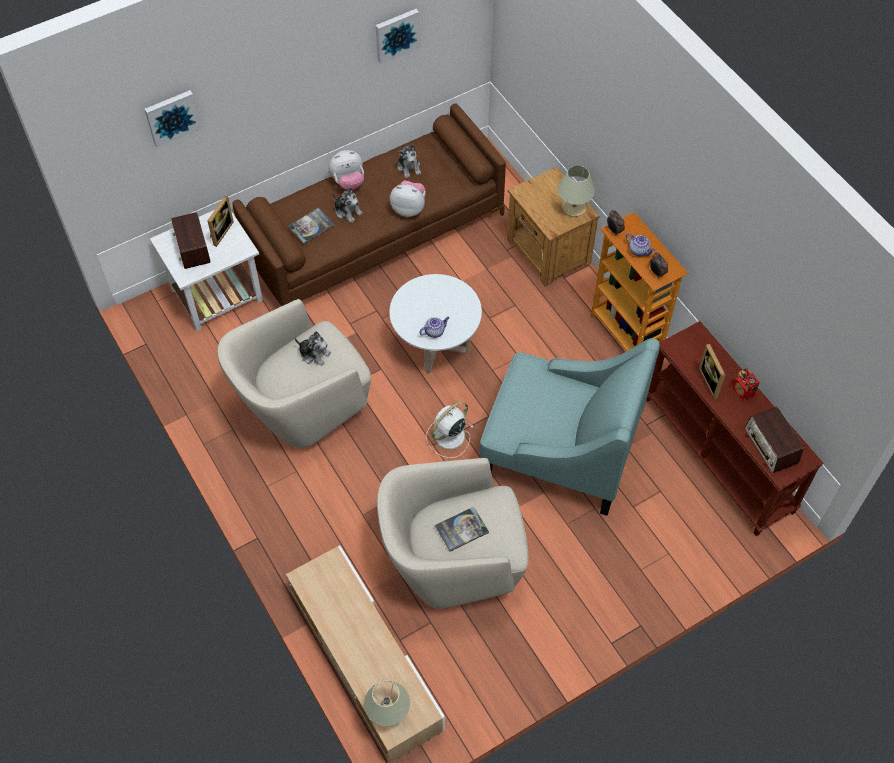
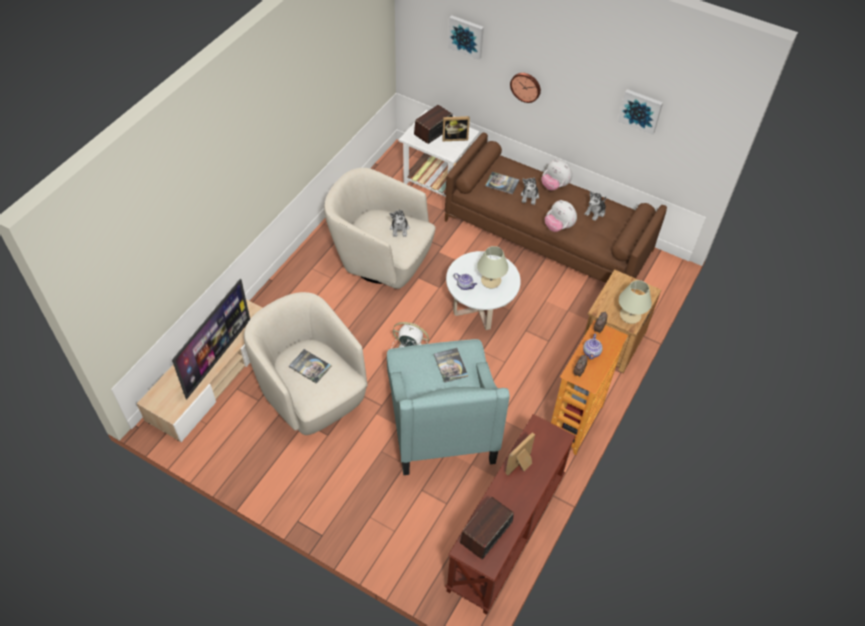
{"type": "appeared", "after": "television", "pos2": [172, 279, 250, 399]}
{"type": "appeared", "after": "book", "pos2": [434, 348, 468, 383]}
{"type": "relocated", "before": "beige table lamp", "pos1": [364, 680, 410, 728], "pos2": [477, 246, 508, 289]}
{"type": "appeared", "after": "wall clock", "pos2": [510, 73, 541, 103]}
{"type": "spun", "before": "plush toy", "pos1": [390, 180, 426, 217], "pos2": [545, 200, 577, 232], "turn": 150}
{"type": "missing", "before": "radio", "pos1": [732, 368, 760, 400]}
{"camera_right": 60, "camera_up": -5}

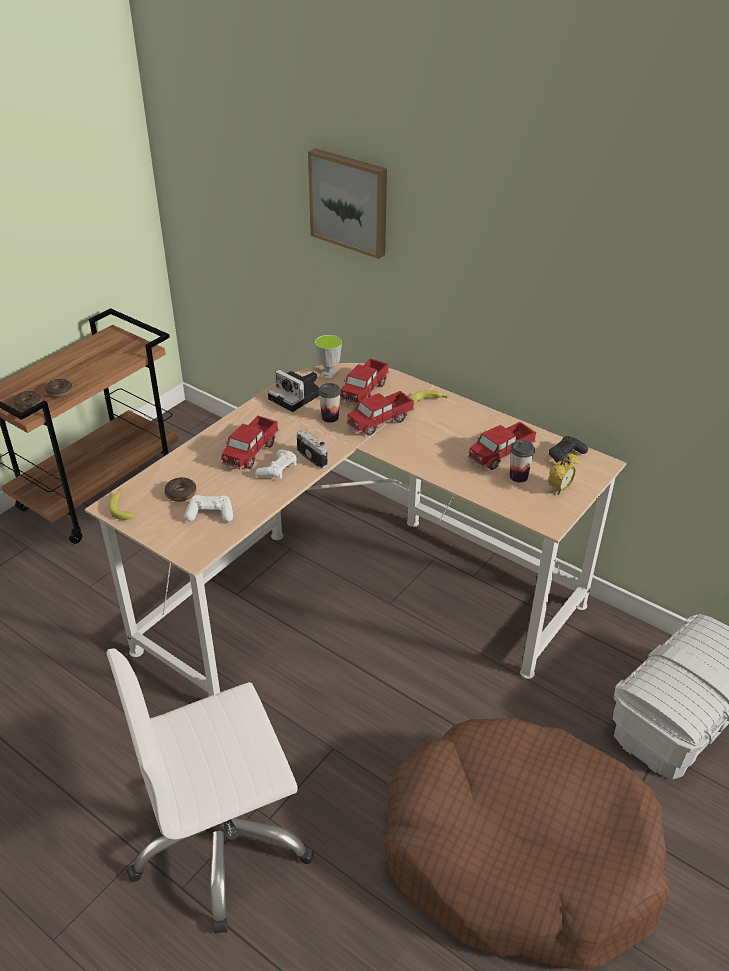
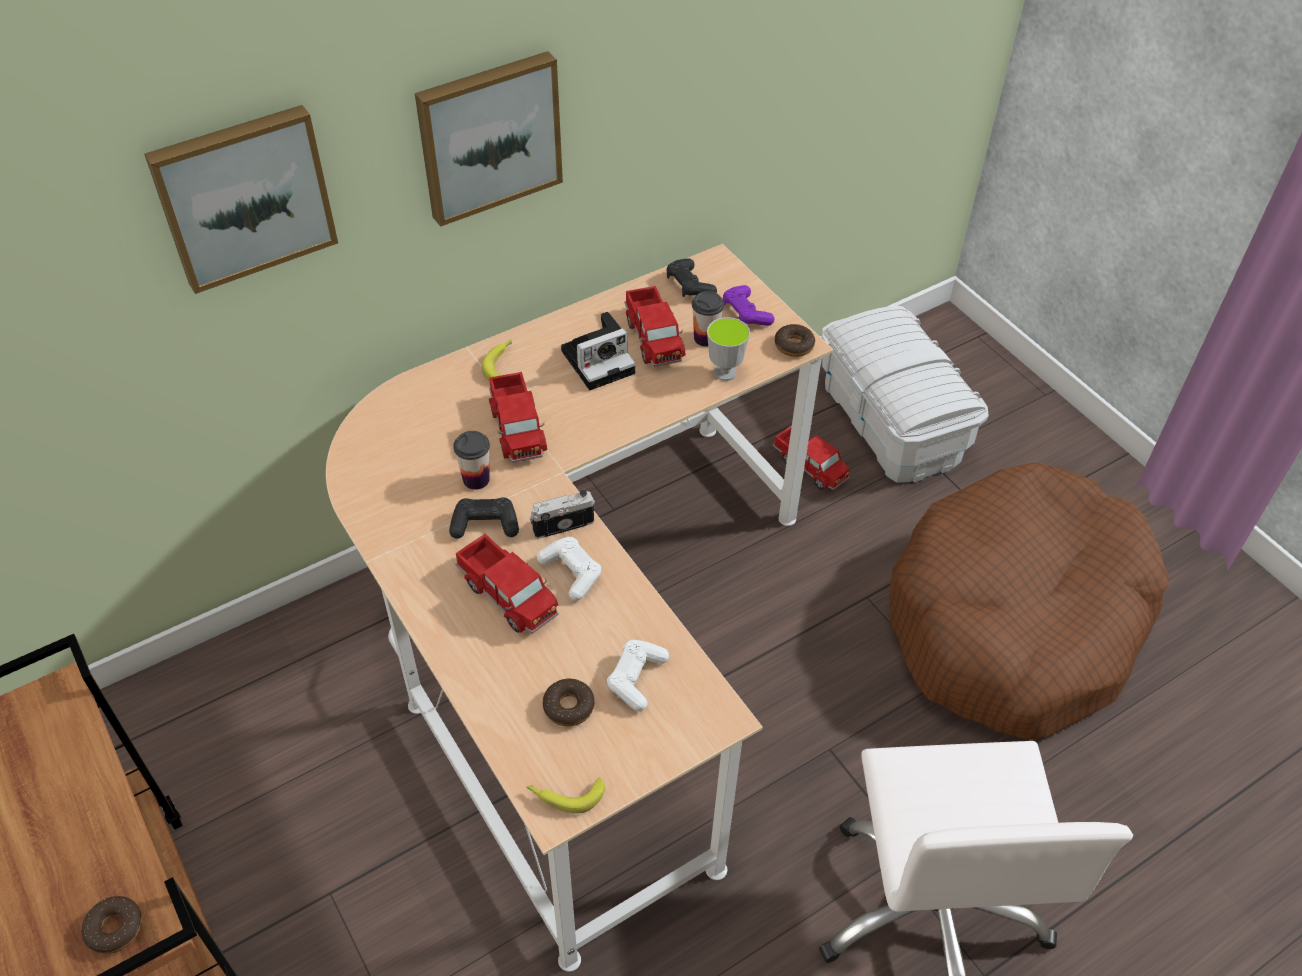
{"type": "appeared", "after": "picture", "pos2": [415, 51, 563, 227]}
{"type": "appeared", "after": "black game controller", "pos2": [449, 497, 519, 539]}
{"type": "relocated", "before": "photo camera", "pos1": [268, 370, 319, 412], "pos2": [561, 312, 636, 390]}
{"type": "relocated", "before": "cup", "pos1": [315, 335, 342, 376], "pos2": [707, 317, 750, 381]}
{"type": "exchanged", "before": "alarm clock", "after": "purple game controller", "pos1": [548, 453, 579, 495], "pos2": [723, 285, 774, 326]}
{"type": "relocated", "before": "toy truck", "pos1": [340, 359, 389, 405], "pos2": [773, 425, 850, 490]}
{"type": "relocated", "before": "donut", "pos1": [45, 379, 73, 398], "pos2": [774, 324, 815, 357]}
{"camera_right": -70, "camera_up": 10}

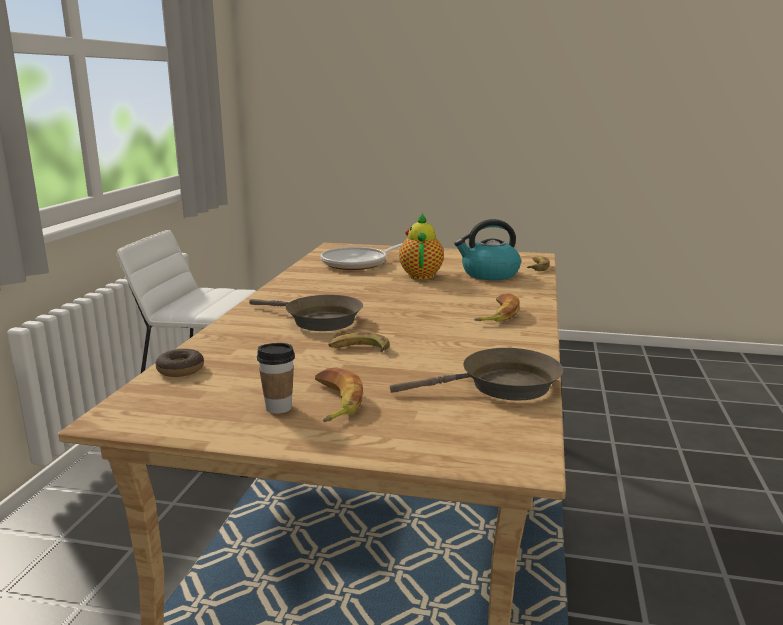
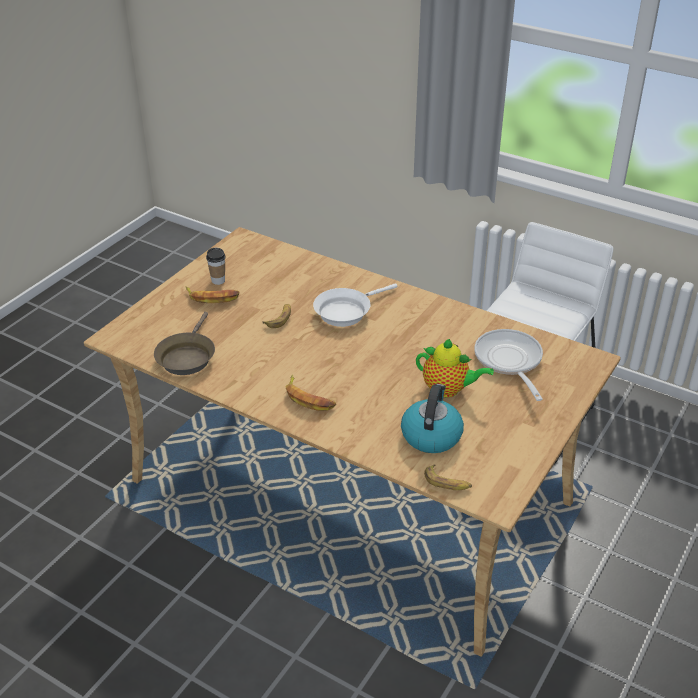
{"type": "colour", "before": "brown frying pan", "after": "white frying pan", "pos1": [249, 295, 363, 331], "pos2": [313, 283, 397, 327]}
{"type": "missing", "before": "donut", "pos1": [155, 348, 204, 377]}
{"camera_right": 110, "camera_up": 20}

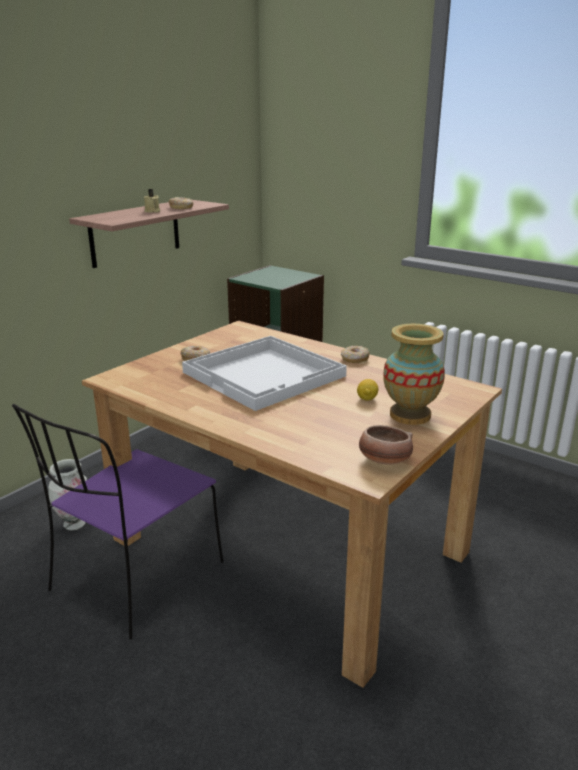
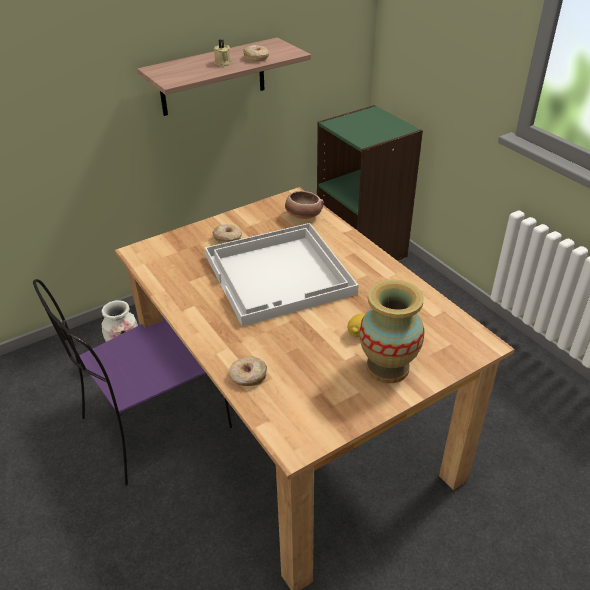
{"type": "relocated", "before": "donut", "pos1": [341, 346, 370, 363], "pos2": [229, 357, 267, 386]}
{"type": "relocated", "before": "bowl", "pos1": [359, 425, 413, 465], "pos2": [285, 191, 323, 219]}
{"camera_right": 20, "camera_up": 15}

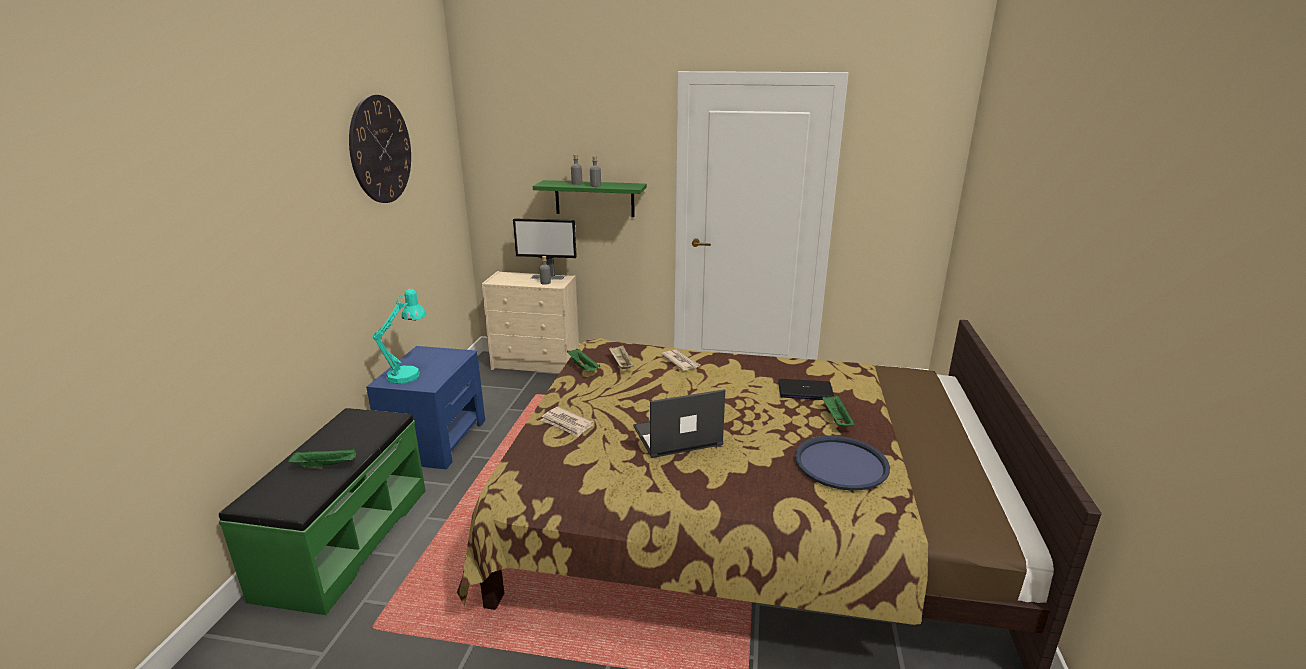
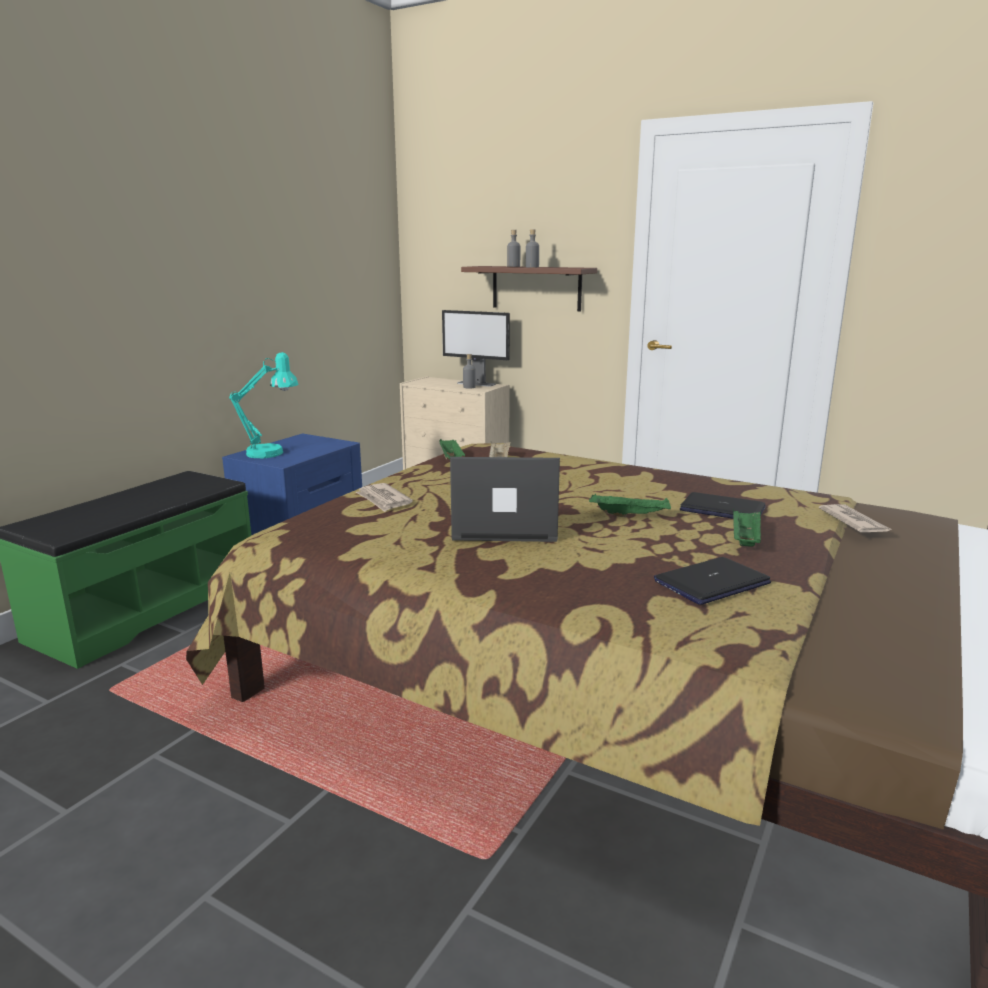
{"type": "colour", "before": "green shelf", "after": "brown shelf", "pos1": [533, 180, 647, 217], "pos2": [461, 266, 597, 311]}
{"type": "relocated", "before": "green tray", "pos1": [288, 447, 356, 469], "pos2": [589, 494, 671, 517]}
{"type": "exchanged", "before": "blue tray", "after": "laptop", "pos1": [795, 436, 890, 490], "pos2": [654, 557, 771, 605]}
{"type": "relocated", "before": "newspaper", "pos1": [661, 350, 700, 371], "pos2": [819, 504, 892, 532]}
{"type": "missing", "before": "wall clock", "pos1": [349, 95, 411, 203]}
{"camera_right": 20, "camera_up": -5}

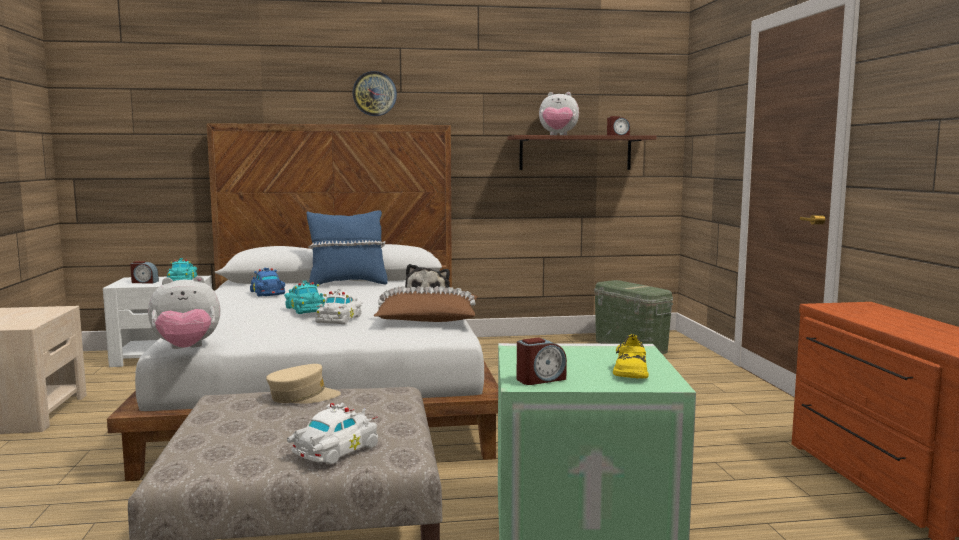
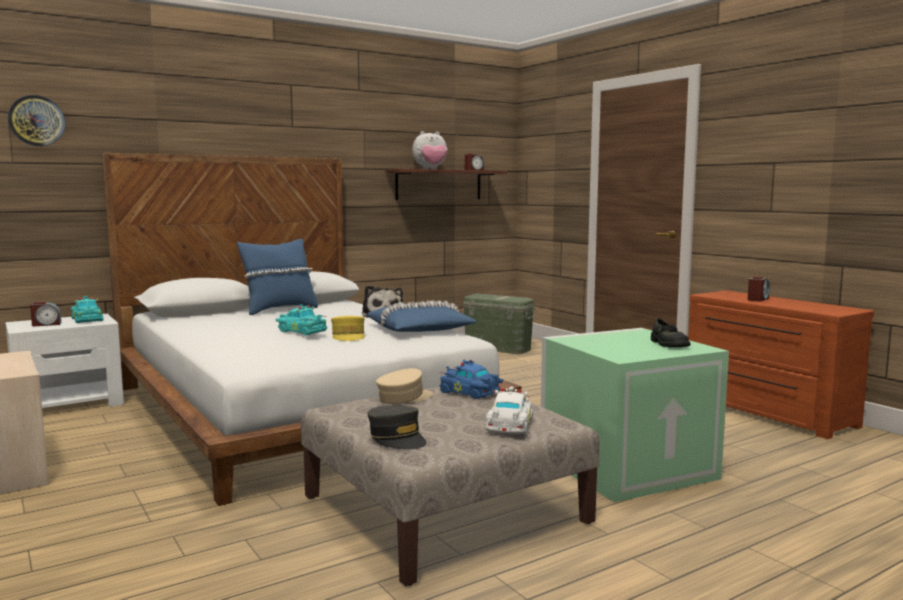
{"type": "relocated", "before": "wall clock", "pos1": [353, 71, 397, 116], "pos2": [8, 95, 65, 146]}
{"type": "exchanged", "before": "white toy car", "after": "yellow cap", "pos1": [315, 289, 362, 325], "pos2": [331, 316, 365, 341]}
{"type": "colour", "before": "brown pillow", "after": "blue pillow", "pos1": [374, 286, 478, 322], "pos2": [367, 300, 477, 332]}
{"type": "appeared", "after": "grey cap", "pos2": [368, 405, 426, 450]}
{"type": "relocated", "before": "blue toy car", "pos1": [250, 268, 285, 297], "pos2": [439, 360, 503, 399]}
{"type": "colour", "before": "yellow shoe", "after": "black shoe", "pos1": [613, 334, 649, 379], "pos2": [651, 318, 691, 347]}
{"type": "relocated", "before": "alarm clock", "pos1": [517, 338, 567, 385], "pos2": [748, 277, 770, 301]}
{"type": "missing", "before": "plush toy", "pos1": [148, 276, 220, 349]}
{"camera_right": -25, "camera_up": 0}

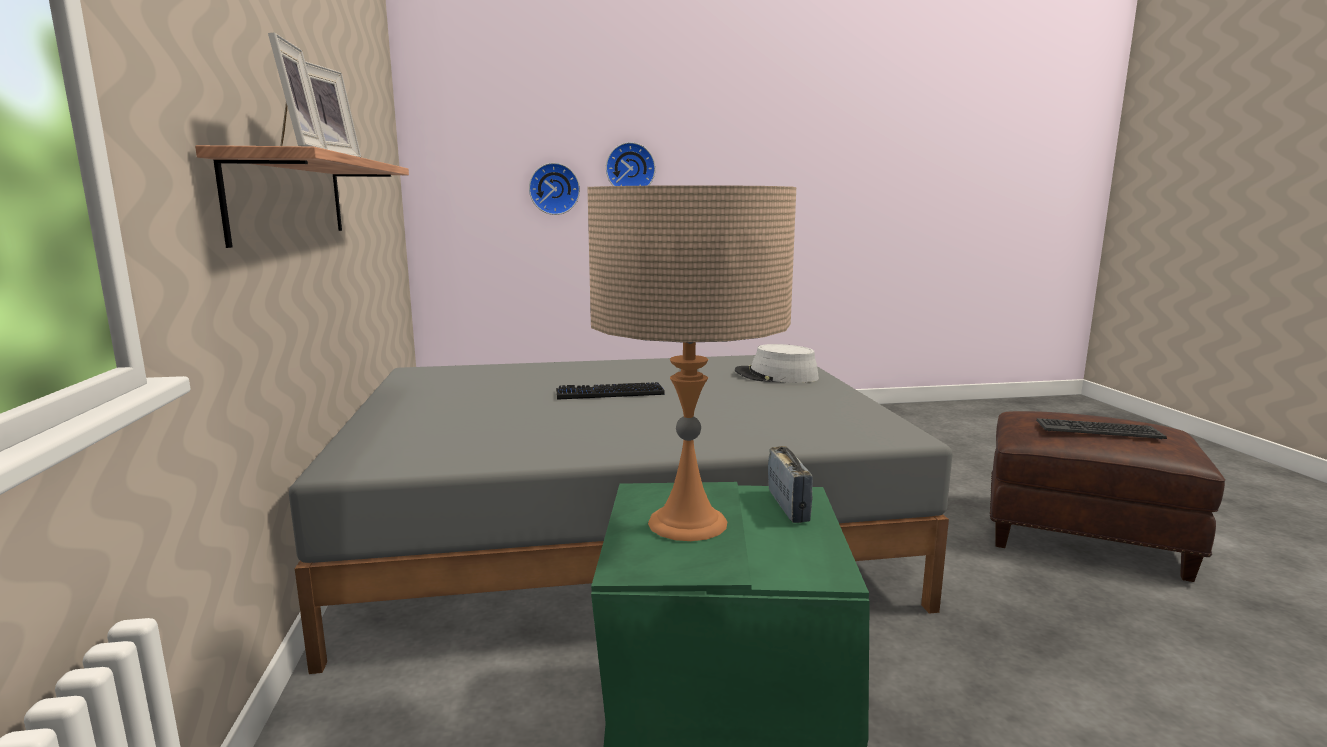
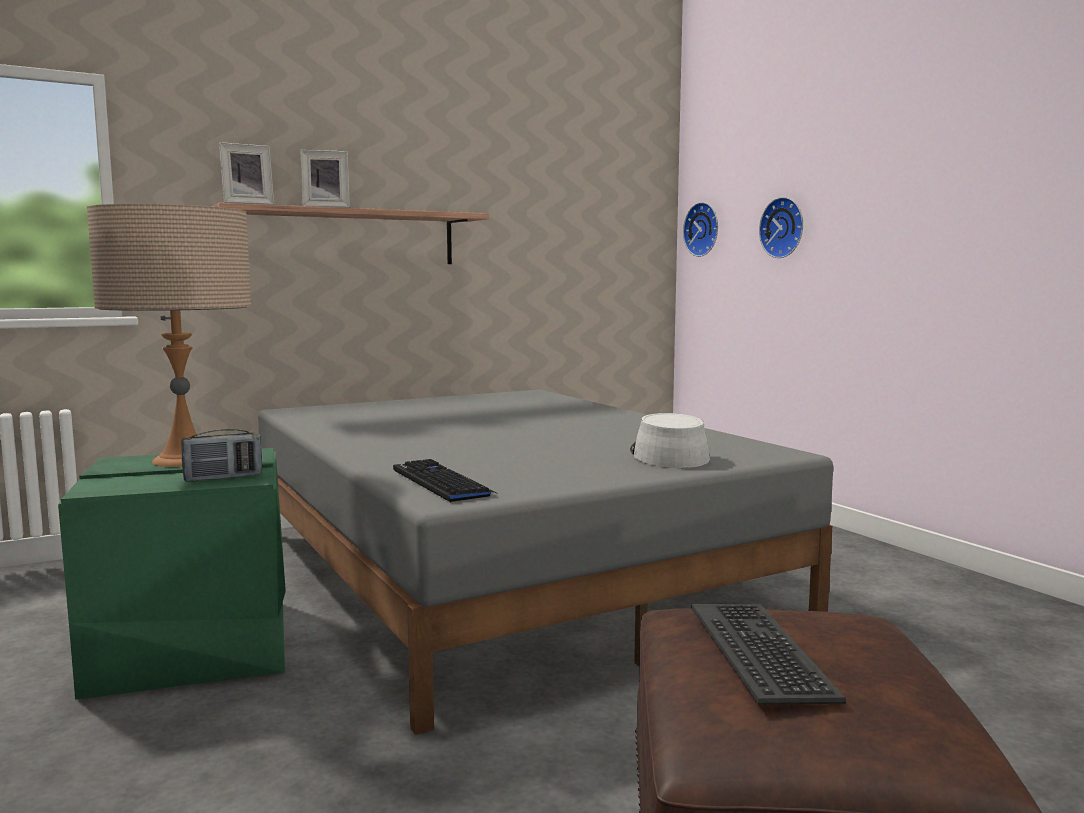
{"type": "relocated", "before": "keyboard", "pos1": [556, 382, 665, 400], "pos2": [393, 459, 496, 502]}
{"type": "relocated", "before": "wall clock", "pos1": [606, 142, 655, 186], "pos2": [683, 202, 718, 257]}
{"camera_right": 70, "camera_up": -5}

